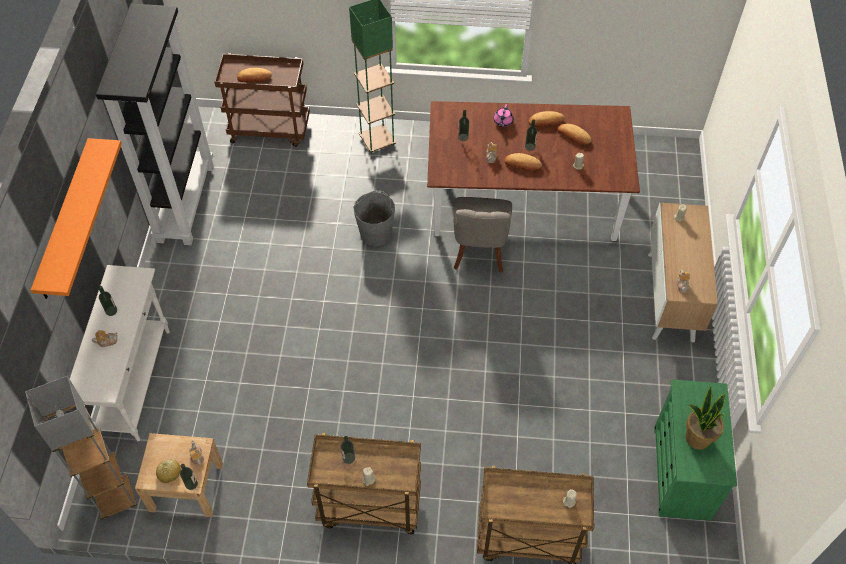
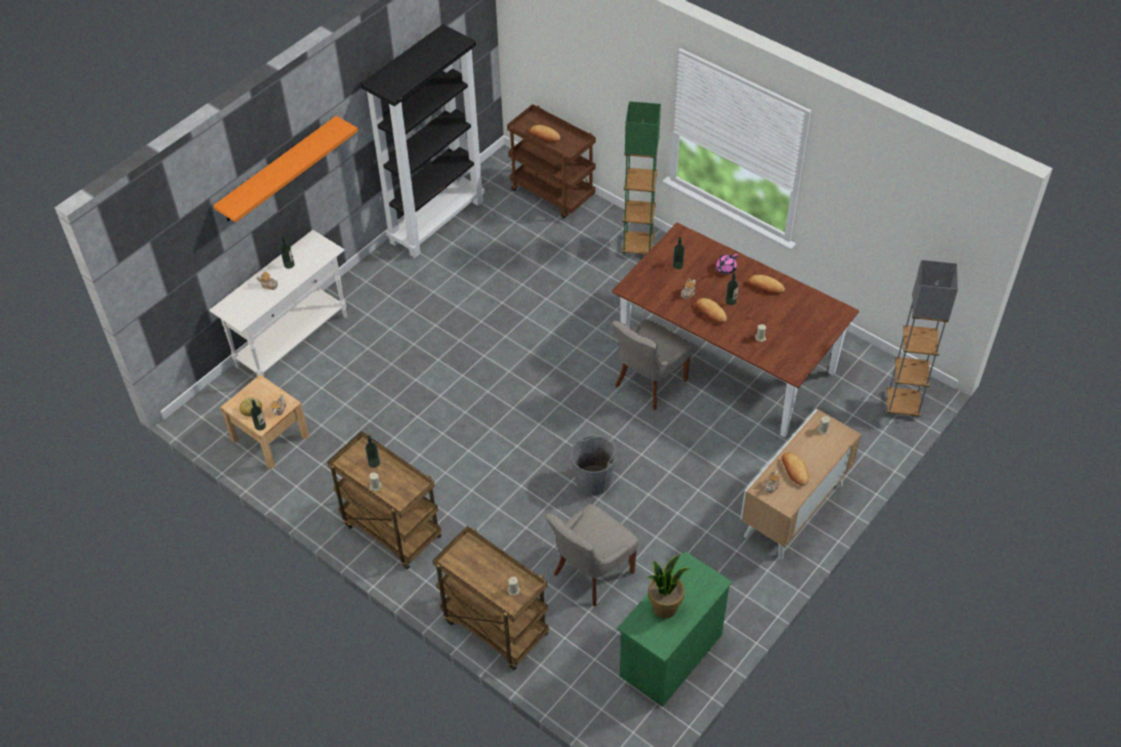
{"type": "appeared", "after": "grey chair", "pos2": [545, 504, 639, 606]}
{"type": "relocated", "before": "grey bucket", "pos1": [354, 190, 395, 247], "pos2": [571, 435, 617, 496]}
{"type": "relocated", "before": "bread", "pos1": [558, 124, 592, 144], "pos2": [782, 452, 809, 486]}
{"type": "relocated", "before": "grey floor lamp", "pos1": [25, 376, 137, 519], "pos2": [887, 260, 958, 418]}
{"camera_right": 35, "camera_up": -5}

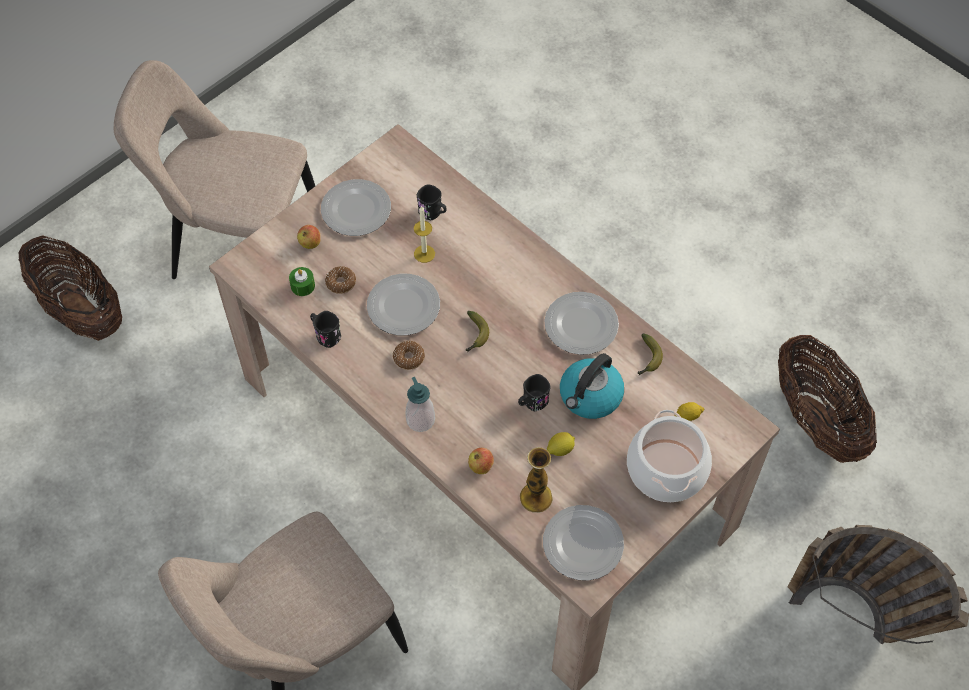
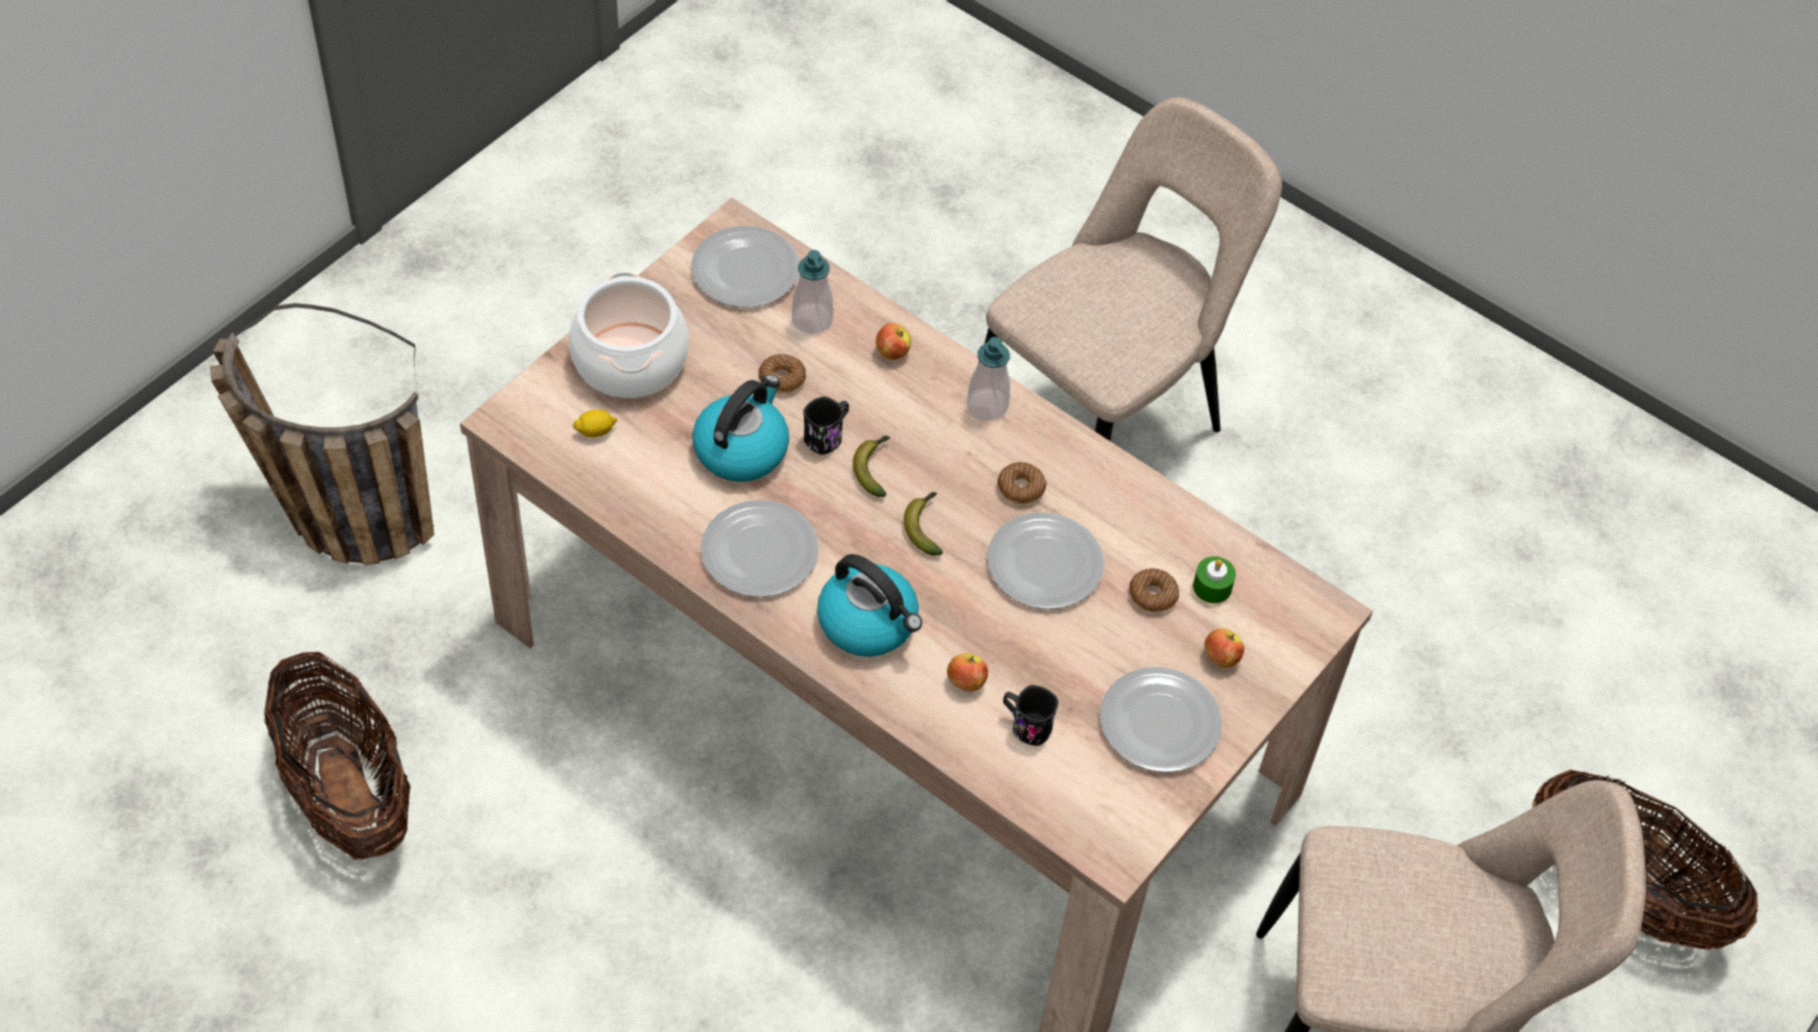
{"type": "exchanged", "before": "lemon", "after": "donut", "pos1": [547, 432, 575, 456], "pos2": [759, 354, 806, 394]}
{"type": "exchanged", "before": "vase", "after": "soap dispenser", "pos1": [520, 447, 553, 513], "pos2": [792, 250, 834, 334]}
{"type": "appeared", "after": "kettle", "pos2": [817, 554, 922, 657]}
{"type": "relocated", "before": "banana", "pos1": [638, 333, 663, 375], "pos2": [853, 435, 890, 497]}
{"type": "appeared", "after": "apple", "pos2": [947, 653, 988, 692]}
{"type": "missing", "before": "black mug", "pos1": [310, 311, 341, 348]}
{"type": "missing", "before": "candle", "pos1": [414, 206, 435, 263]}
{"camera_right": 170, "camera_up": -5}

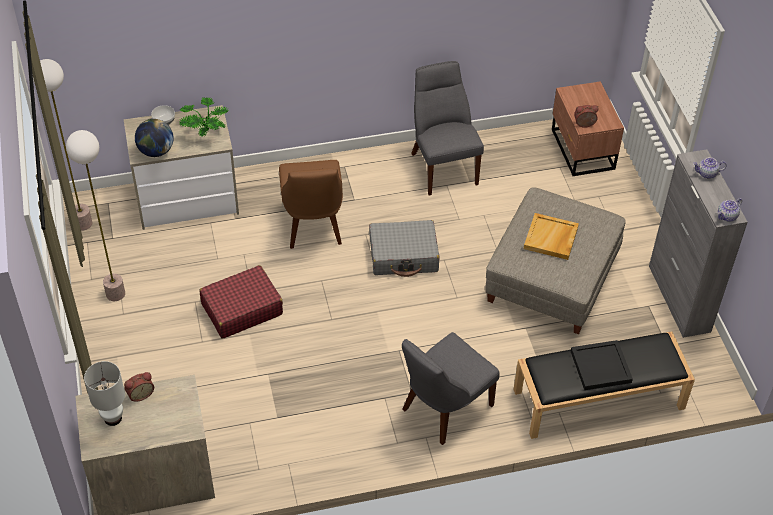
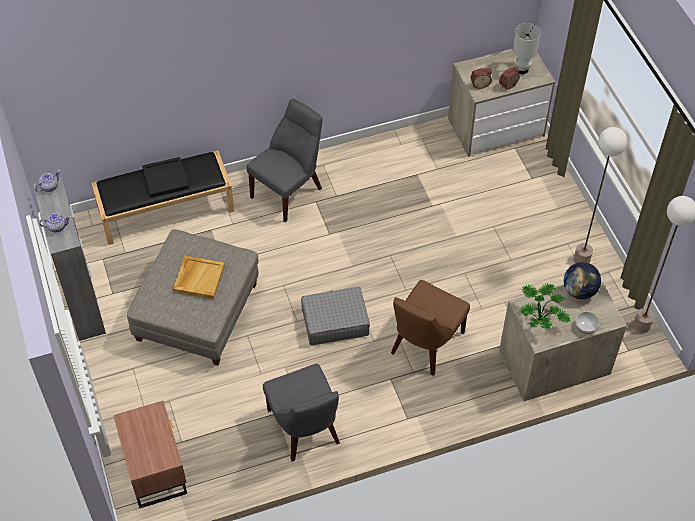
{"type": "spun", "before": "brown chair", "pos1": [279, 160, 343, 249], "pos2": [391, 280, 470, 376], "turn": -135}
{"type": "relocated", "before": "alarm clock", "pos1": [574, 105, 598, 128], "pos2": [471, 68, 492, 89]}
{"type": "missing", "before": "red suitcase", "pos1": [199, 265, 283, 339]}
{"camera_right": 175, "camera_up": 5}

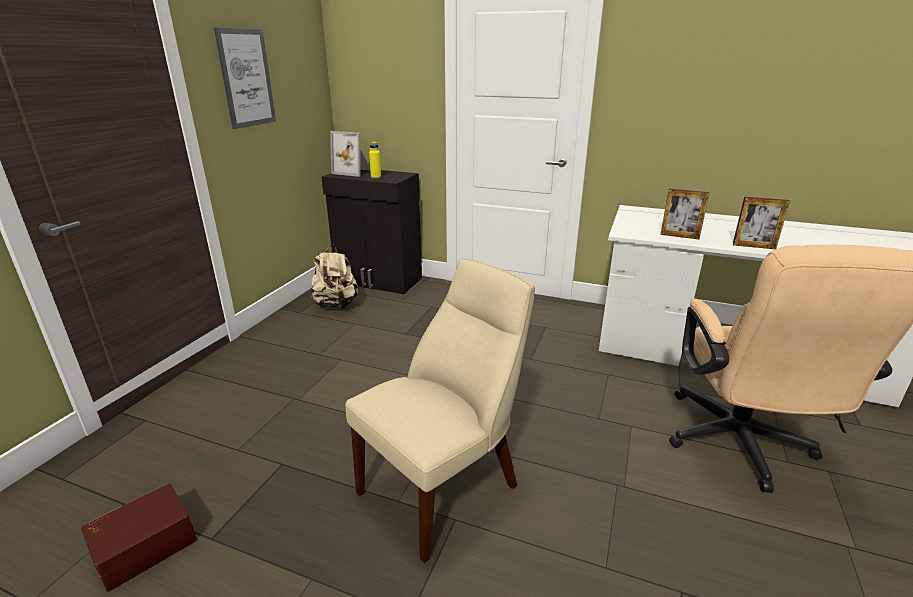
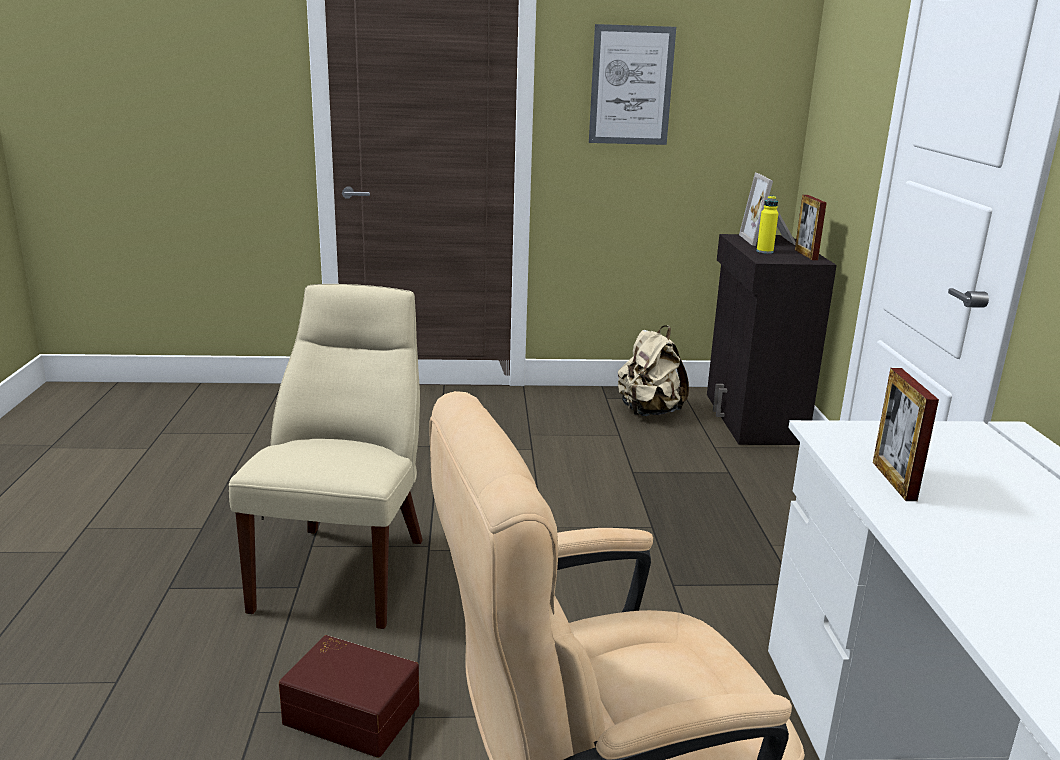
{"type": "spun", "before": "beige chair", "pos1": [345, 258, 535, 563], "pos2": [229, 284, 423, 629], "turn": -105}
{"type": "relocated", "before": "brown storage box", "pos1": [81, 483, 197, 592], "pos2": [279, 635, 419, 758]}
{"type": "relocated", "before": "picture frame", "pos1": [733, 197, 790, 249], "pos2": [795, 195, 827, 260]}
{"camera_right": 65, "camera_up": -5}

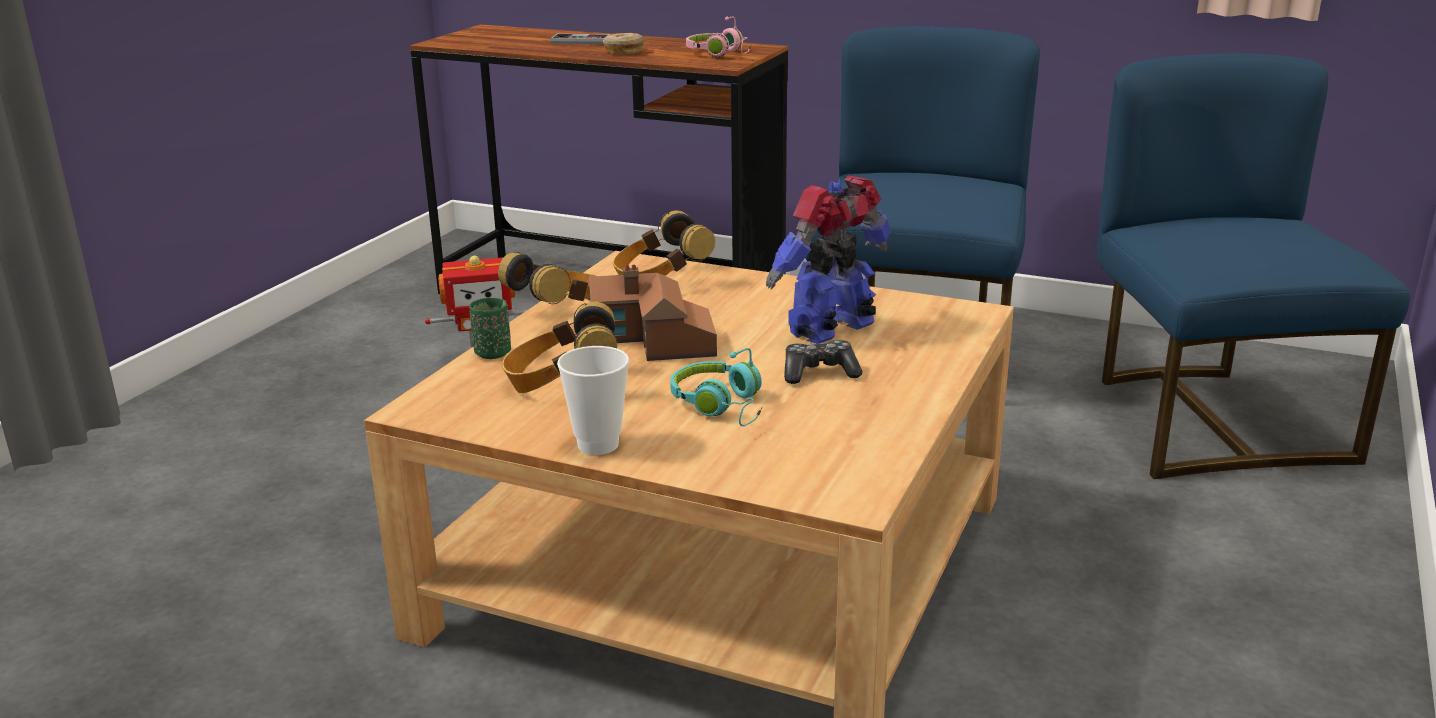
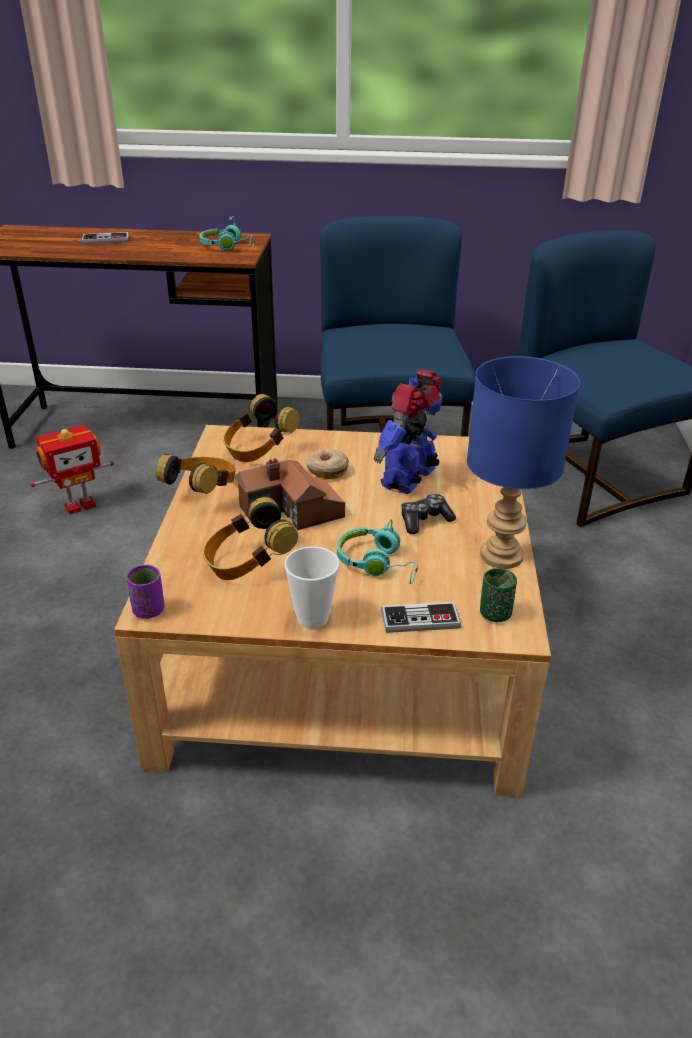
{"type": "appeared", "after": "purple cup", "pos2": [126, 565, 165, 619]}
{"type": "colour", "before": "pink headphones", "after": "turquoise headphones", "pos1": [686, 16, 752, 57], "pos2": [199, 216, 255, 251]}
{"type": "relocated", "before": "donut", "pos1": [603, 33, 644, 54], "pos2": [306, 449, 349, 480]}
{"type": "appeared", "after": "game controller", "pos2": [381, 602, 461, 633]}
{"type": "appeared", "after": "blue table lamp", "pos2": [467, 356, 580, 569]}
{"type": "relocated", "before": "green cup", "pos1": [469, 298, 511, 359], "pos2": [480, 568, 517, 622]}
{"camera_right": -20, "camera_up": 10}

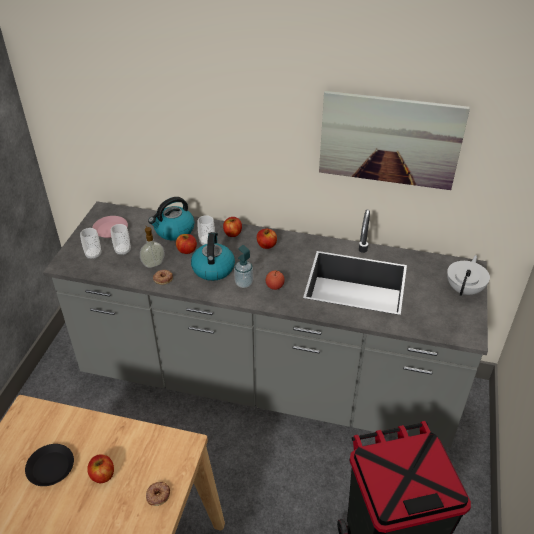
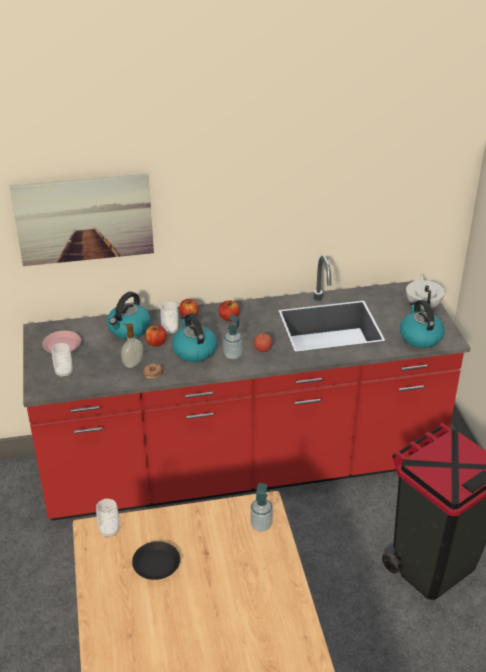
{"type": "relocated", "before": "picture", "pos1": [319, 91, 470, 190], "pos2": [10, 174, 154, 266]}
{"type": "colour", "before": "grey counter", "after": "red counter", "pos1": [43, 201, 488, 448], "pos2": [23, 256, 470, 521]}
{"type": "relocated", "before": "cup", "pos1": [111, 224, 131, 255], "pos2": [96, 499, 119, 538]}
{"type": "appeared", "after": "soap dispenser", "pos2": [251, 483, 273, 531]}
{"type": "appeared", "after": "kettle", "pos2": [400, 300, 445, 348]}
{"type": "missing", "before": "apple", "pos1": [87, 454, 114, 483]}
{"type": "missing", "before": "donut", "pos1": [146, 482, 170, 506]}
{"camera_right": -25, "camera_up": -5}

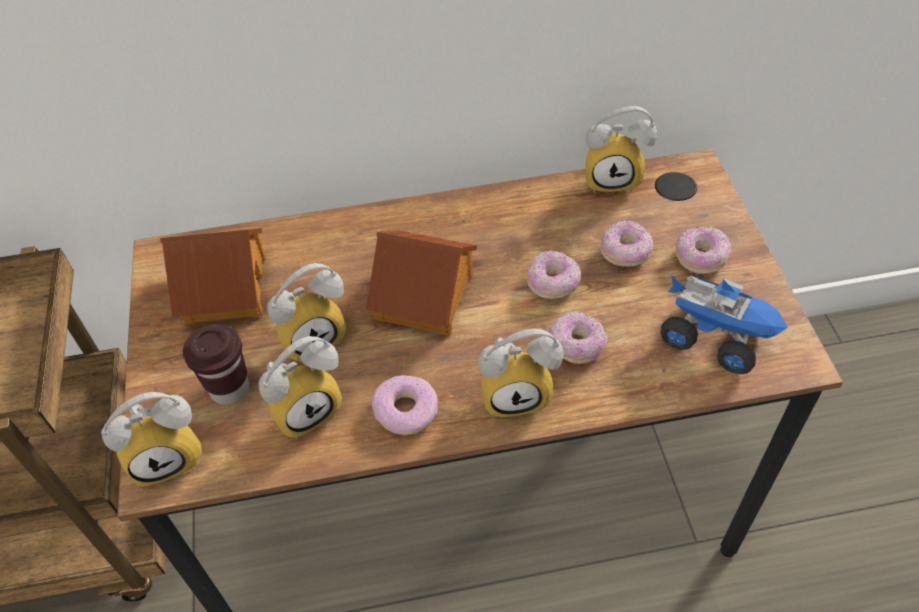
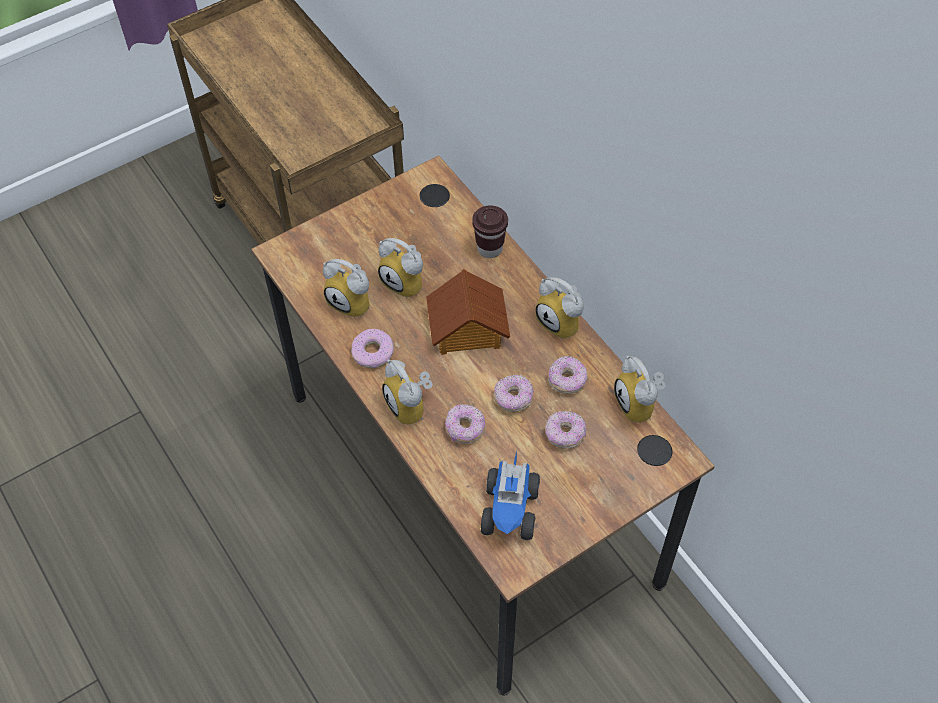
{"type": "relocated", "before": "brown cup", "pos1": [183, 324, 249, 405], "pos2": [472, 205, 508, 258]}
{"type": "relocated", "before": "alarm clock", "pos1": [101, 392, 202, 486], "pos2": [535, 277, 584, 339]}
{"type": "relocated", "before": "donut", "pos1": [676, 227, 731, 274], "pos2": [548, 356, 588, 394]}
{"type": "missing", "before": "toy house", "pos1": [160, 228, 265, 324]}
{"camera_right": 65, "camera_up": 5}

